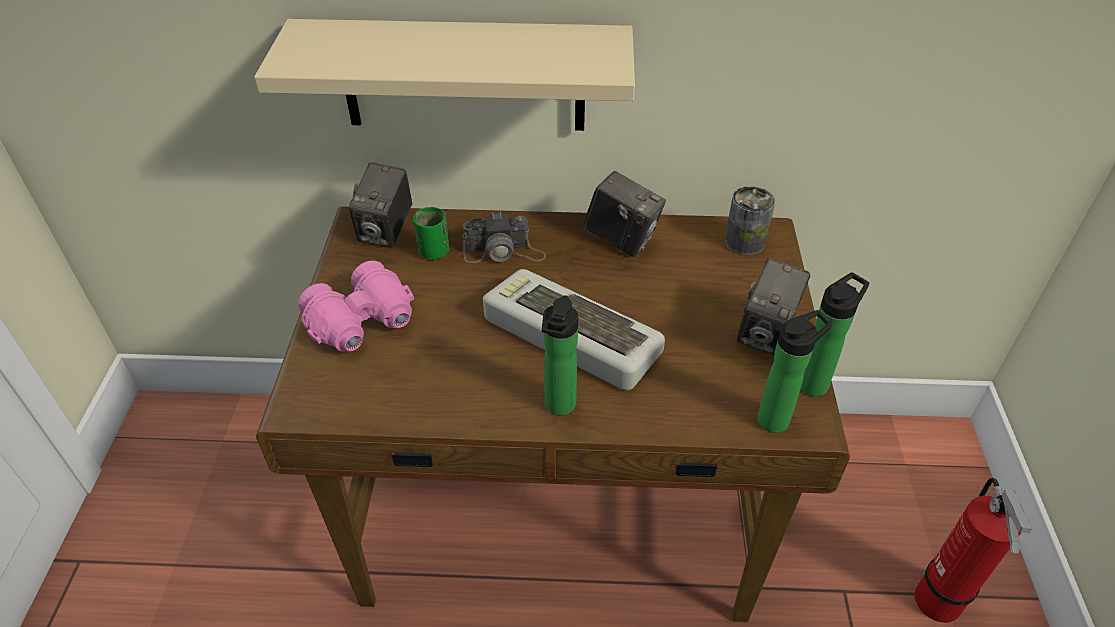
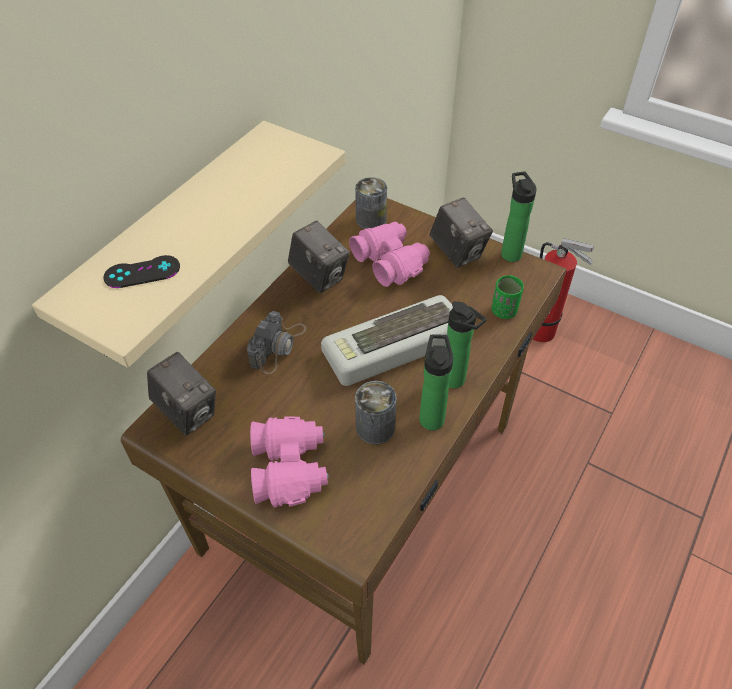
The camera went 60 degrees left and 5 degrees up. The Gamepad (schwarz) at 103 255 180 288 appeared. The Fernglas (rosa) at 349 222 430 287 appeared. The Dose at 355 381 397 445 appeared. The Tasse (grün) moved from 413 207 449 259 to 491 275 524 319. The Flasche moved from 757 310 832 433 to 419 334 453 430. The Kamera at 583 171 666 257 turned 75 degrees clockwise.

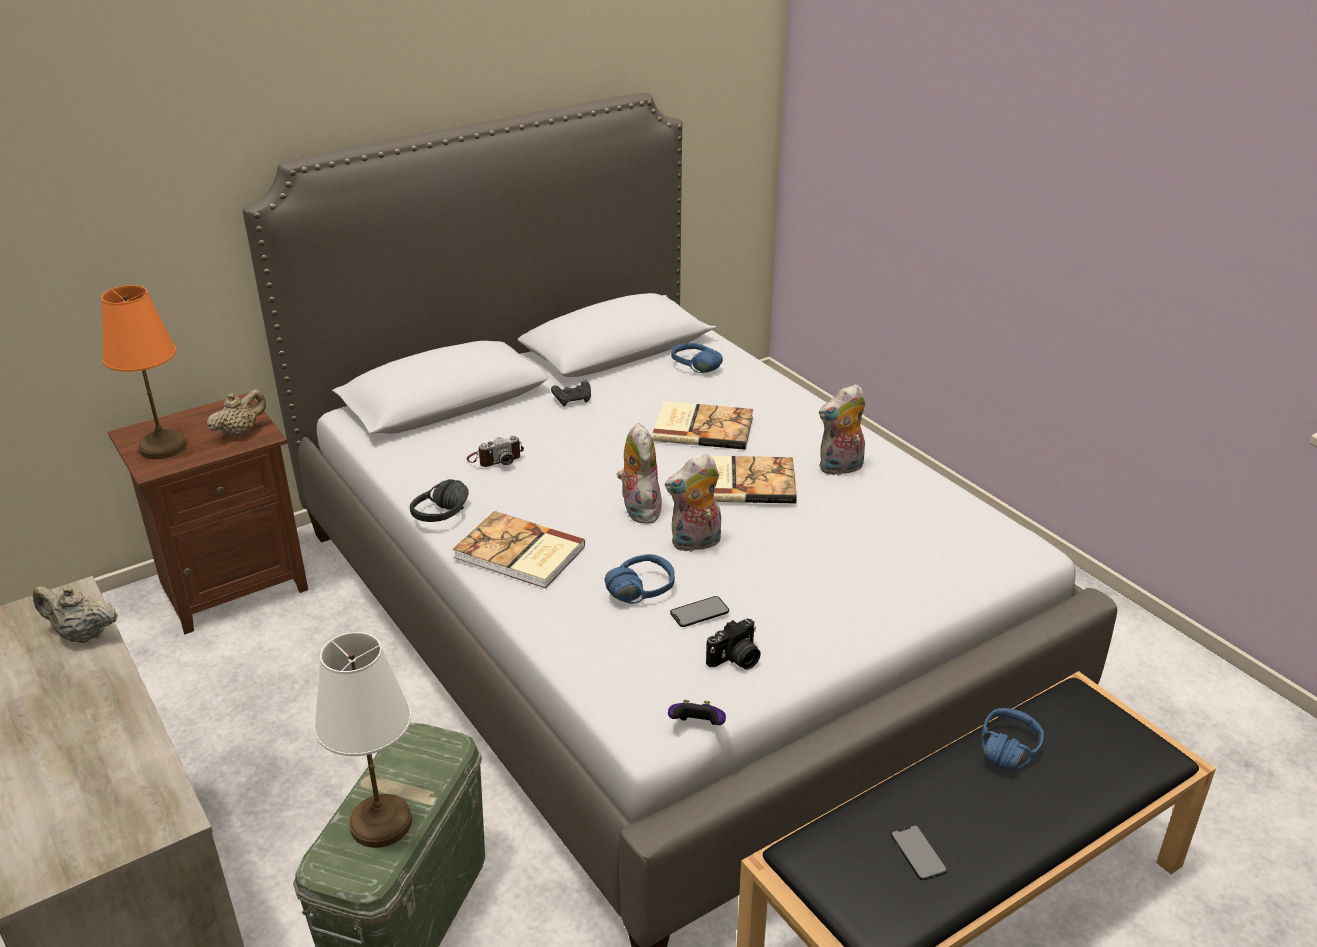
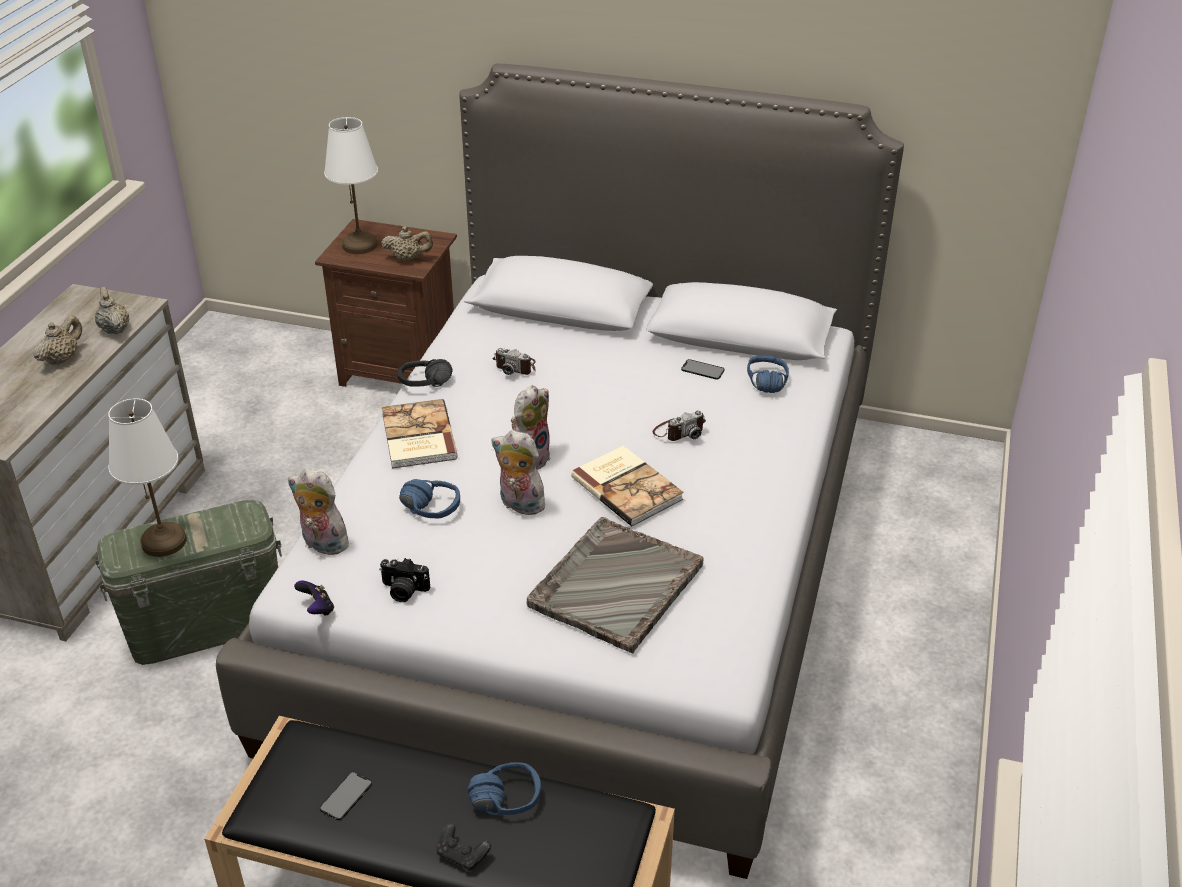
The camera went 50 degrees right and 5 degrees up. The Teekanne (beige) at 33 315 82 365 appeared. The Tablett (grau) at 527 517 704 654 appeared. The Gamepad (schwarz) moved from 551 380 591 406 to 436 823 491 871. The Handy moved from 670 596 729 627 to 681 359 725 380. The Plüschtier moved from 819 384 865 475 to 288 469 351 555. The Buch at 652 401 753 450 was replaced by the Kamera at 653 410 706 441. The Tischlampe (orange) at 101 285 187 459 became the Tischlampe (weiß) at 324 117 378 254.

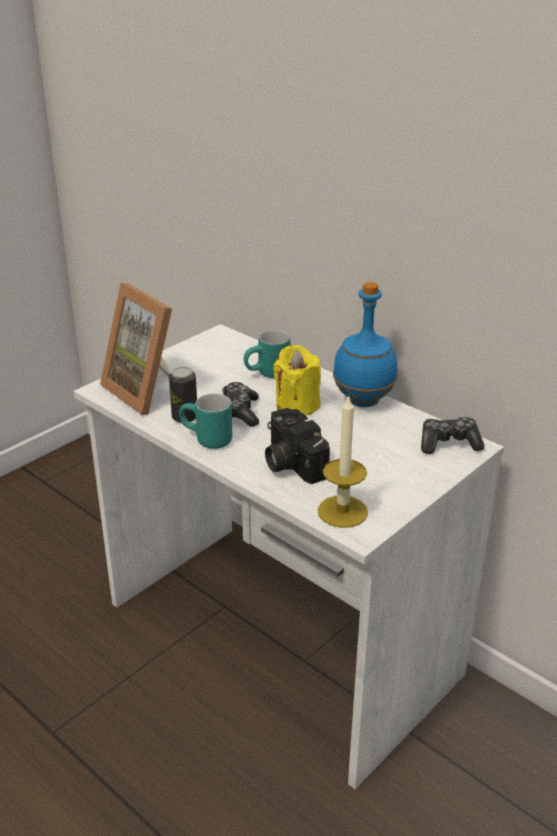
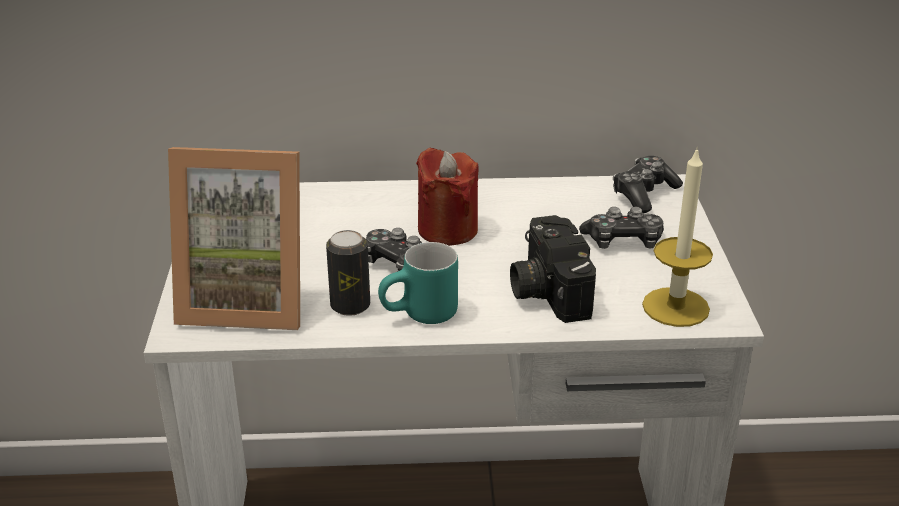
The camera went 45 degrees left and 0 degrees up. The Henkelbecher (türkis) at 244 330 290 378 disappeared. The Flasche (blau) at 333 282 397 407 disappeared. The Gamepad at 579 207 664 249 appeared. The Kerze (gelb) at 273 345 321 416 became the Kerze (rot) at 416 148 479 246. The Kamera at 265 408 330 484 turned 60 degrees clockwise.

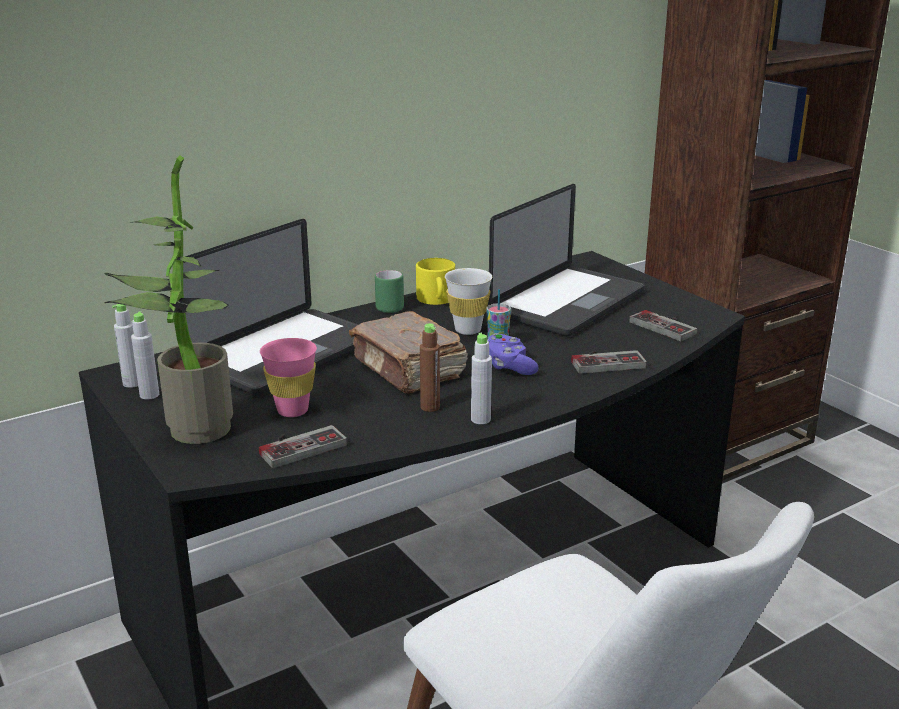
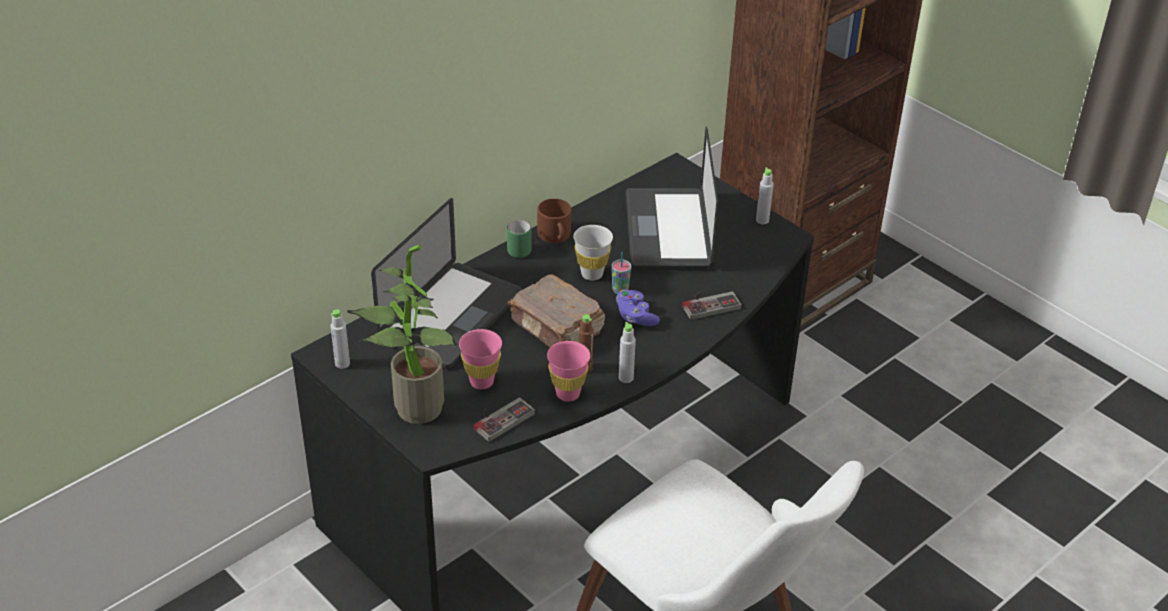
The camera went 10 degrees left and 15 degrees up. The Gamepad at 629 310 697 341 disappeared. The Tasse (rosa) at 547 341 590 402 appeared. The Flasche (grau) moved from 131 311 159 400 to 756 167 774 224. The Henkelbecher (gelb) at 416 258 455 305 became the Henkelbecher (braun) at 537 199 571 243. The Laptop at 488 184 645 337 turned 150 degrees clockwise.

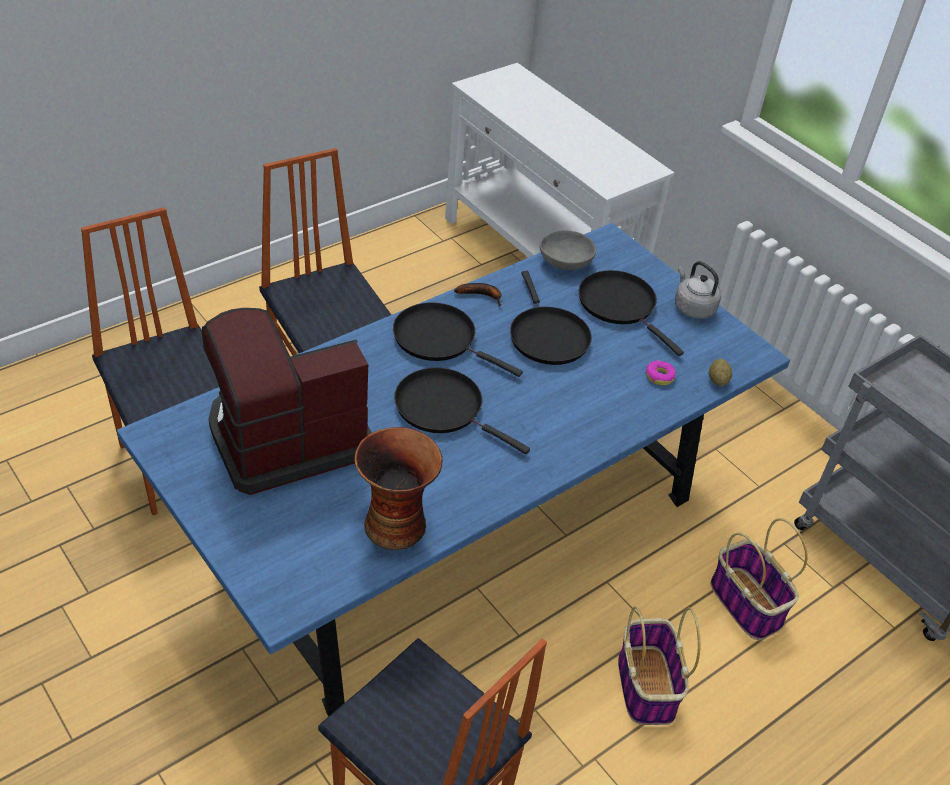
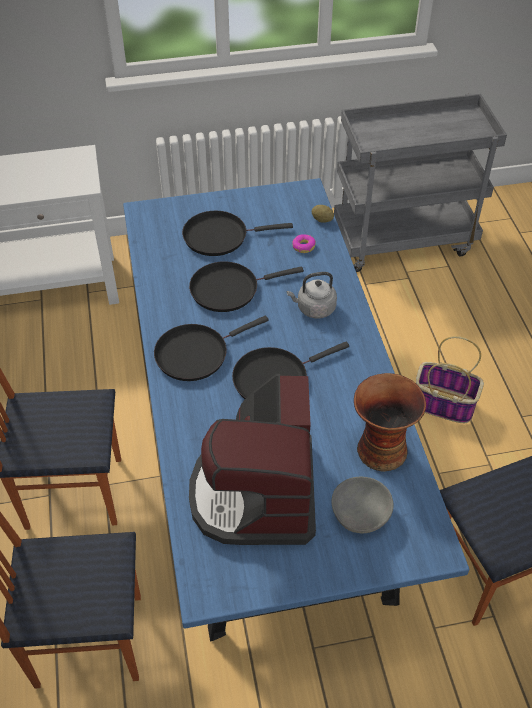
The camera went 60 degrees left and 5 degrees up. The Banane at 454 283 501 307 disappeared. The Korb at 711 518 808 640 disappeared. The Schüssel (grau) moved from 540 230 596 270 to 331 477 394 533. The Wasserkessel (grau) moved from 675 261 721 319 to 287 272 337 318. The Pfanne (schwarz) at 510 271 592 365 turned 150 degrees clockwise.

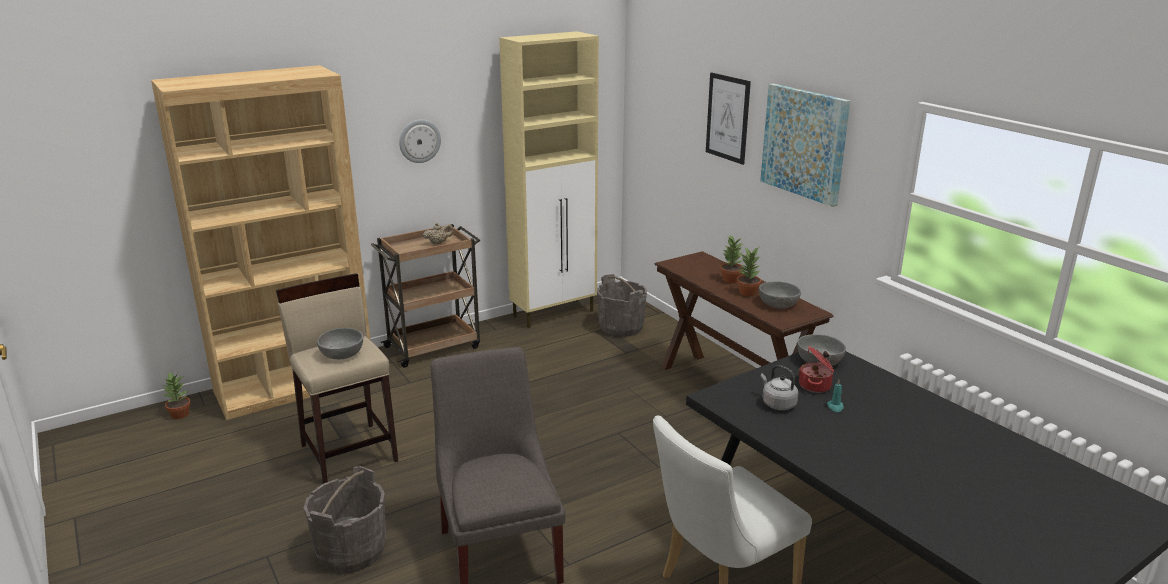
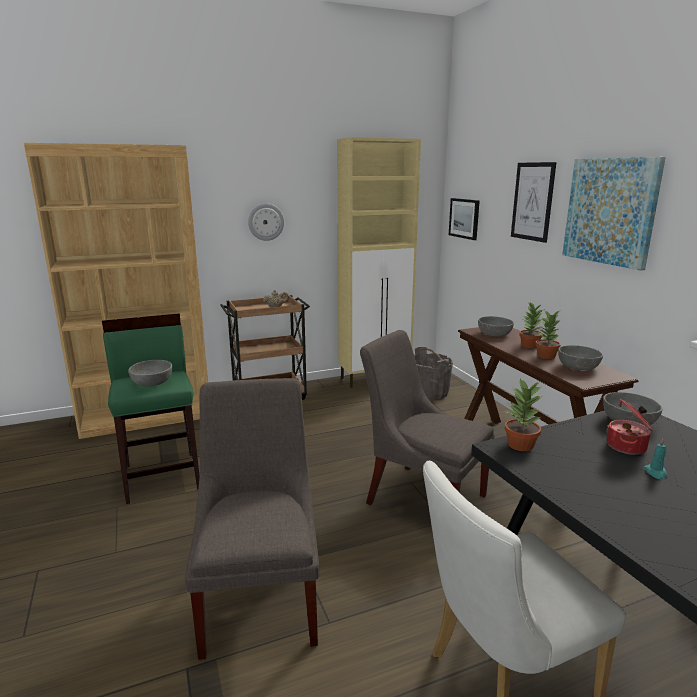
The camera went 10 degrees right and 5 degrees down. The Eimer (grau) at 304 466 386 573 disappeared. The Wasserkessel (grau) at 761 365 798 410 disappeared. The Stuhl (grau) at 360 330 494 505 appeared. The Bild at 449 198 480 240 appeared. The Schüssel (grau) at 478 316 514 337 appeared. The Topfpflanze moved from 164 372 191 419 to 505 379 542 451. The Hocker (beige) at 276 273 398 484 became the Hocker (grün) at 102 313 200 504.

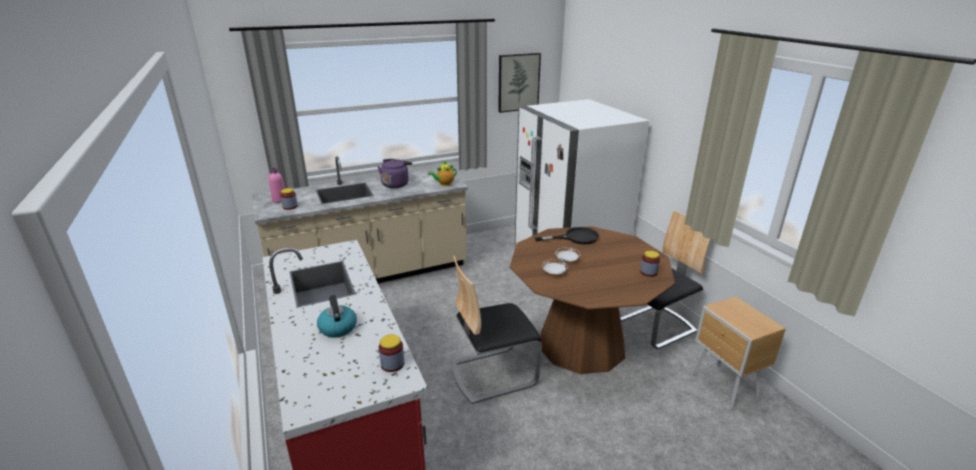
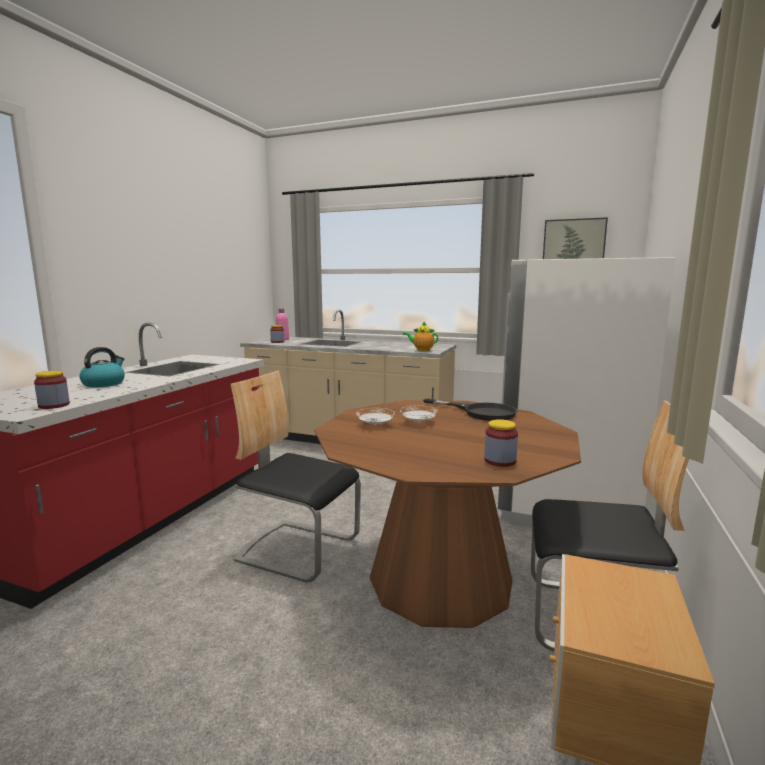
The camera went 45 degrees right and 15 degrees down. The Wasserkessel (lila) at 377 159 412 188 disappeared.

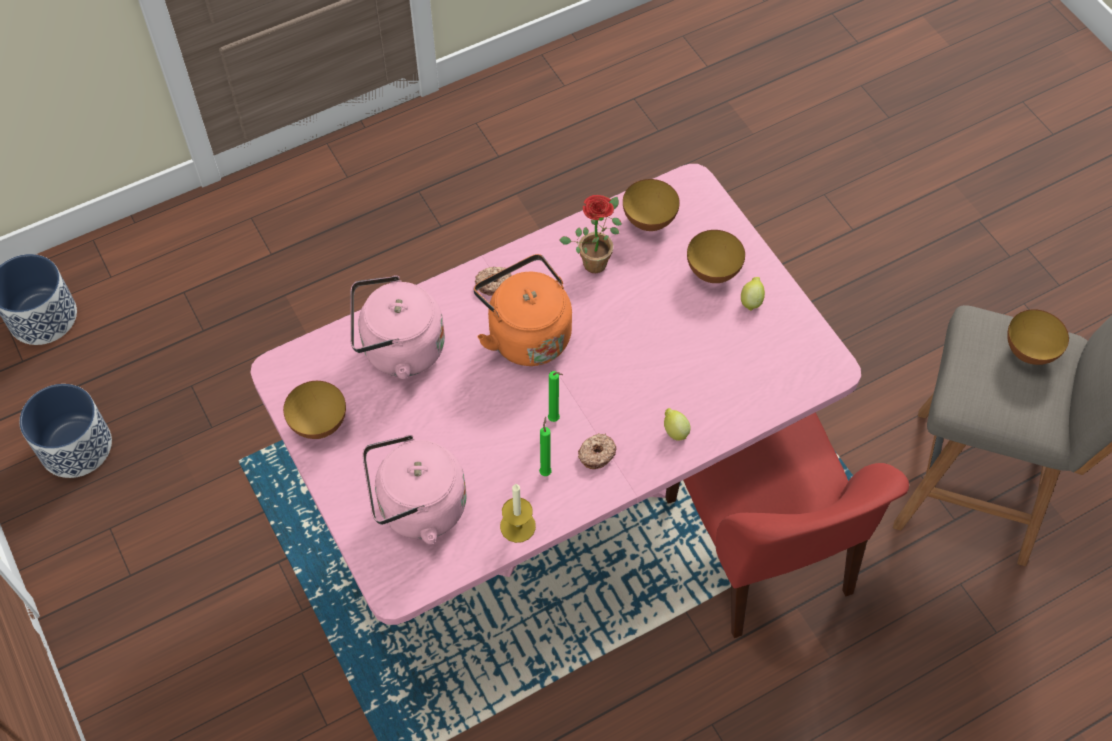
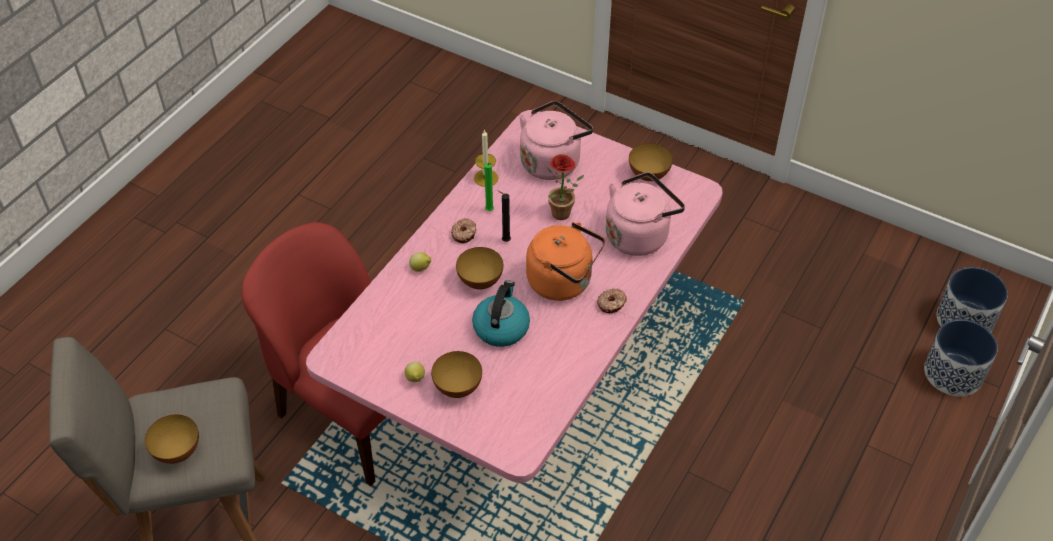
The camera went 150 degrees right and 10 degrees down. The Wasserkessel at 472 280 530 347 appeared. The Pflanzkübel moved from 19 384 112 478 to 924 319 998 396. The Topfpflanze moved from 559 195 622 273 to 547 154 584 220. The Schüssel moved from 623 179 680 231 to 456 247 503 289. The Kerze (grün) at 548 371 563 422 became the Kerze (schwarz) at 498 191 511 242.

